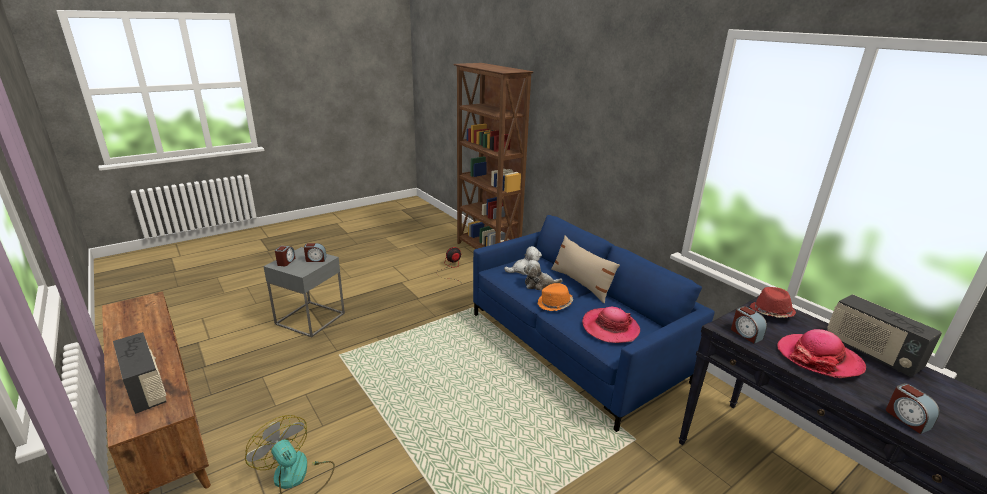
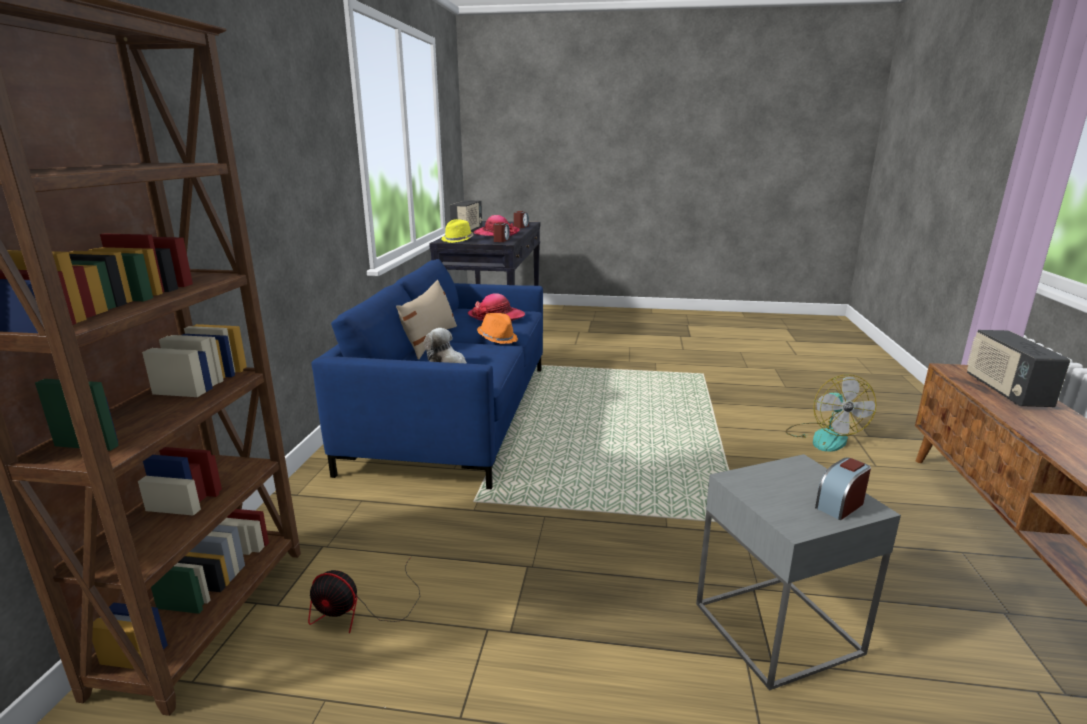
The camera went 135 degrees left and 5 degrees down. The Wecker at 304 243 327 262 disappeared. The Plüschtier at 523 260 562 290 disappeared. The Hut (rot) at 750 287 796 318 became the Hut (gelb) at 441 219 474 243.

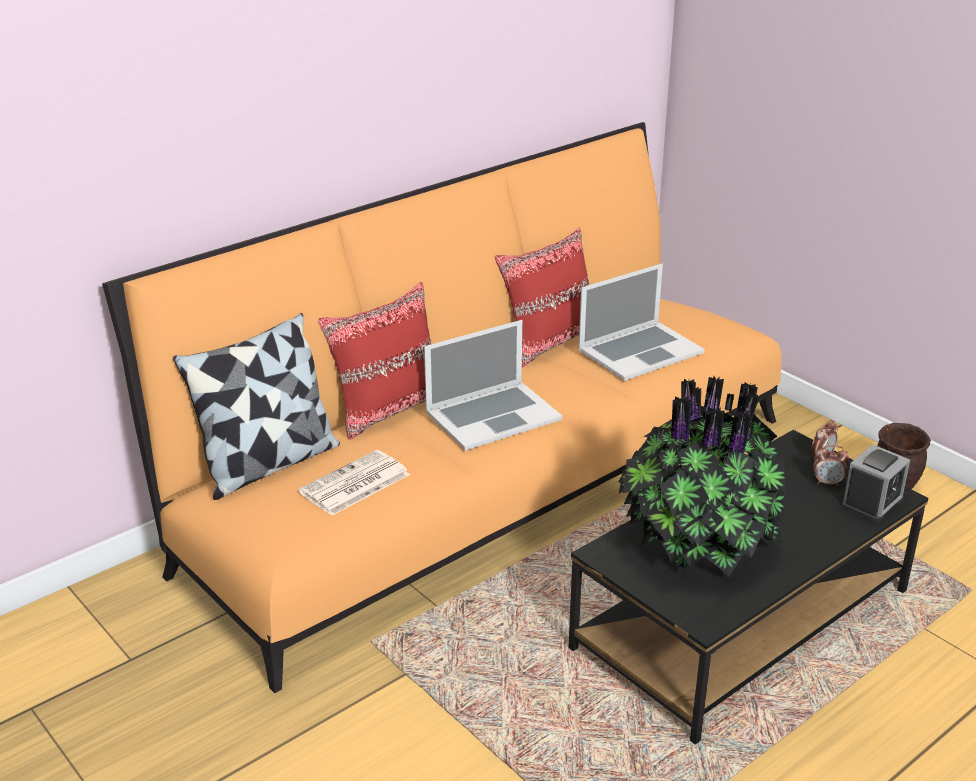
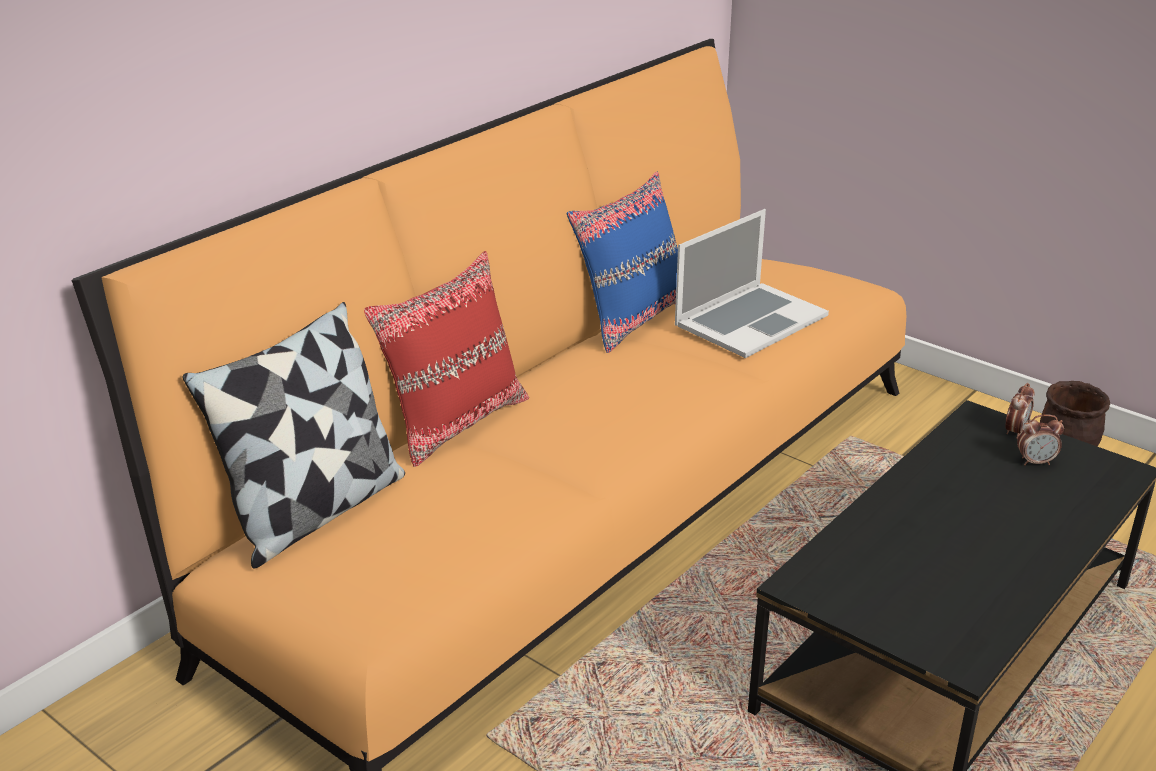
The camera went 10 degrees left and 0 degrees up. The Zeitung at 298 450 410 516 disappeared. The Laptop at 424 320 563 451 disappeared. The Topfpflanze at 618 375 788 577 disappeared. The Wecker at 842 445 910 523 disappeared. The Kissen (rot) at 495 228 589 368 became the Kissen (blau) at 567 172 678 353.

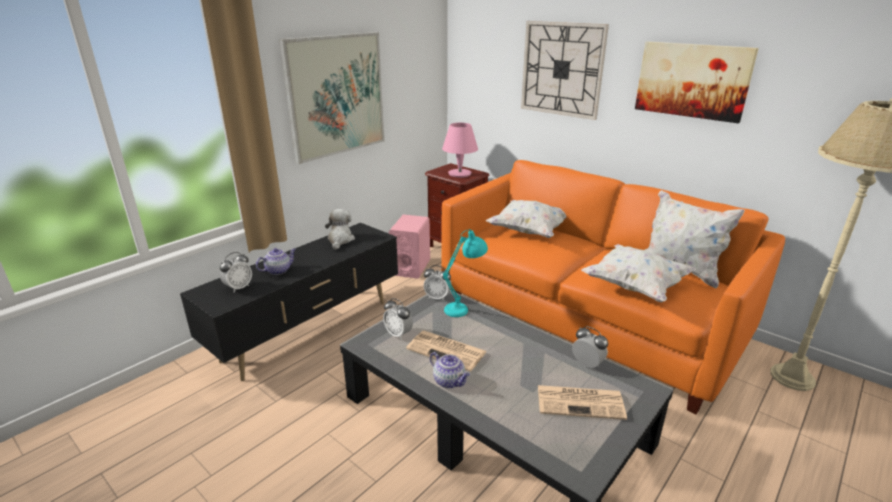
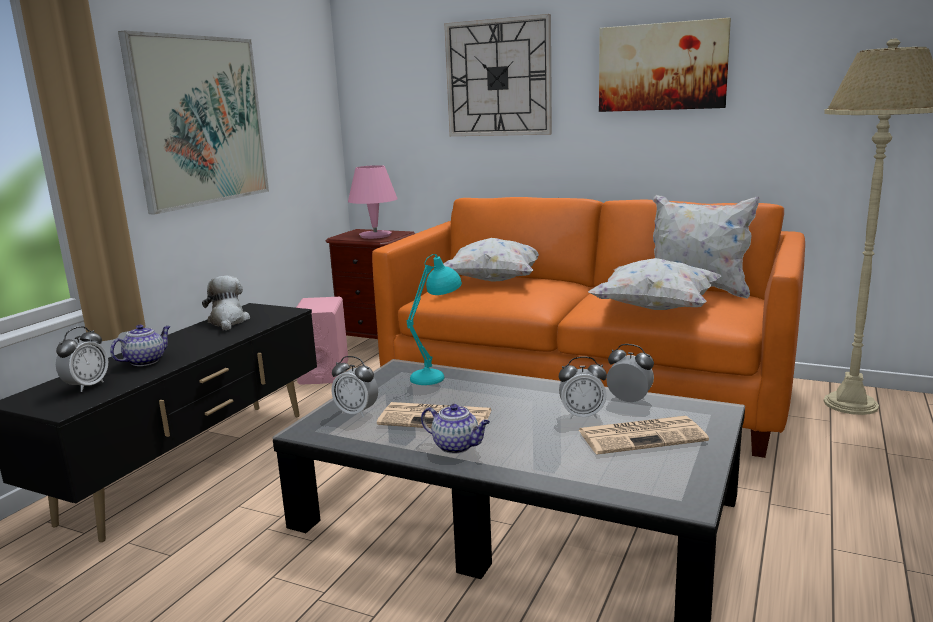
The camera went 15 degrees left and 10 degrees down. The Wecker moved from 424 265 452 301 to 559 356 607 420.

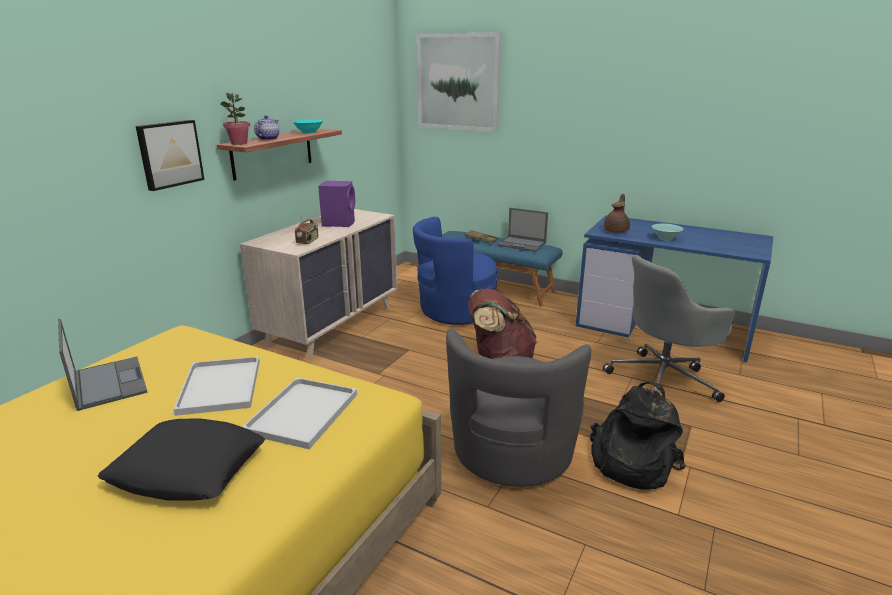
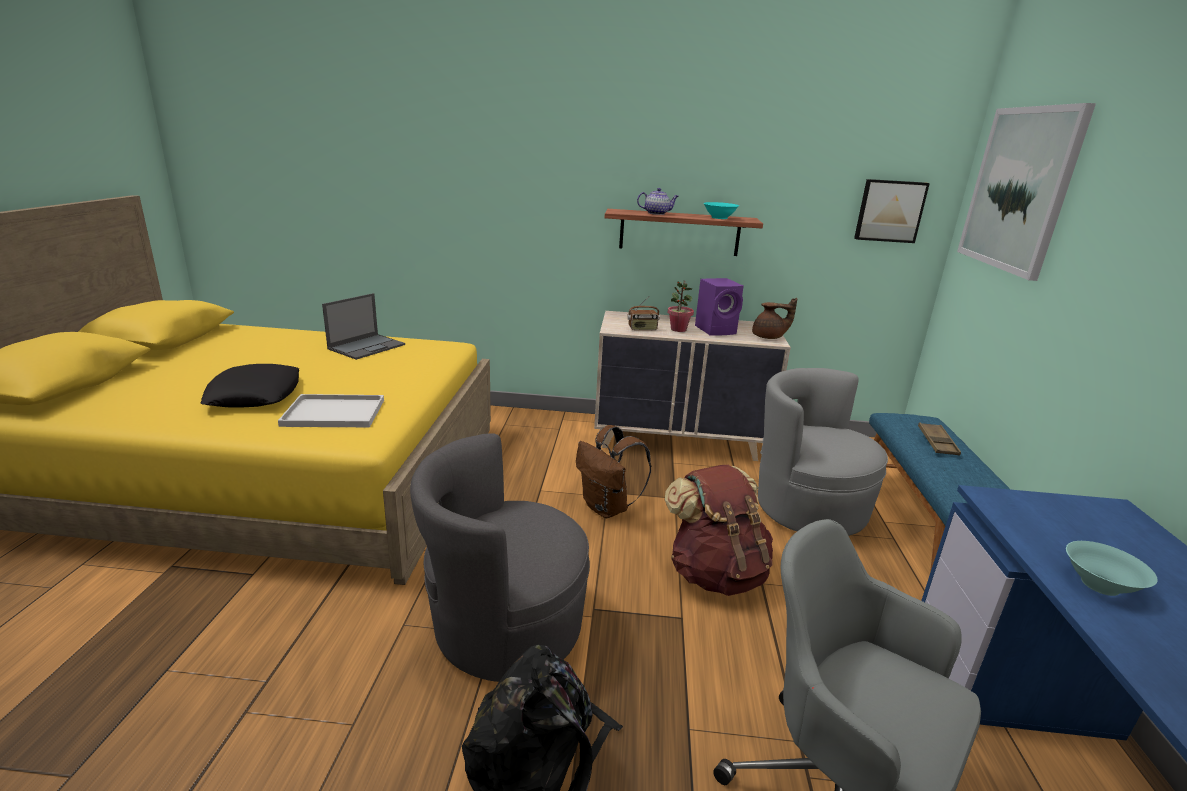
The camera went 65 degrees right and 0 degrees up. The Tablett (weiß) at 173 356 260 416 disappeared. The Laptop at 497 208 548 252 disappeared. The Rucksack (braun) at 576 425 652 518 appeared. The Bild moved from 136 120 205 191 to 854 179 930 243. The Topfpflanze moved from 220 93 250 145 to 668 281 694 332. The Teekanne (braun) moved from 604 194 630 233 to 752 298 797 339. The Sessel (blau) at 413 217 498 325 became the Sessel (grau) at 758 368 888 536.

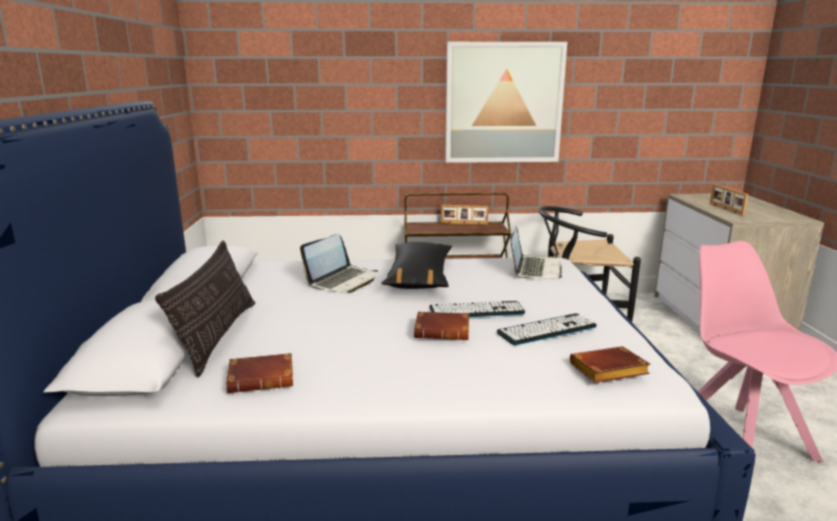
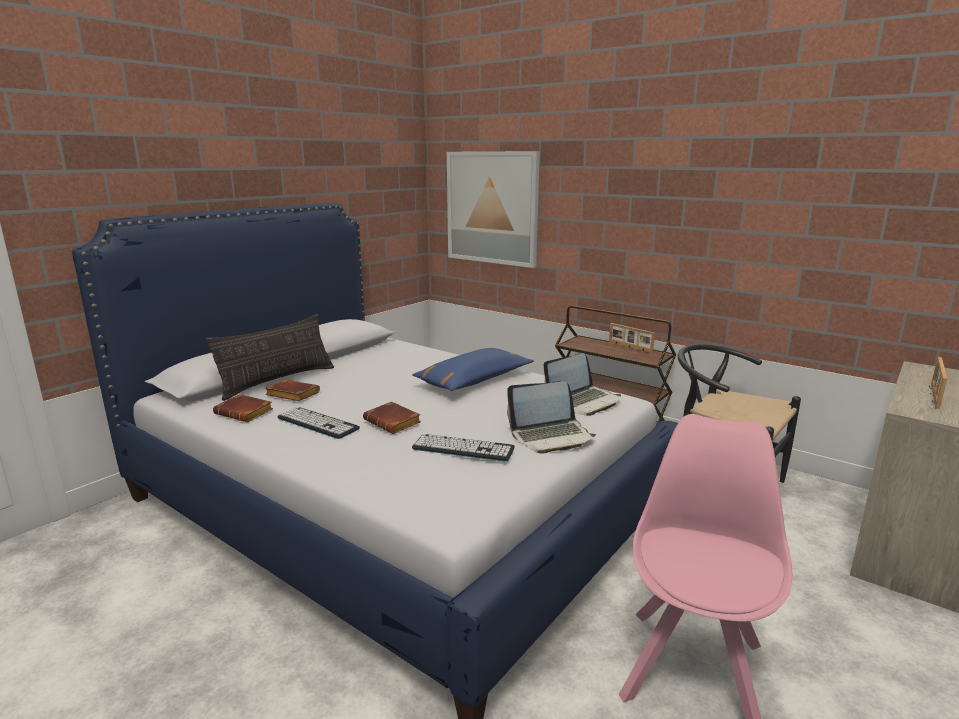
The camera went 40 degrees right and 0 degrees up. The Laptop moved from 300 234 378 293 to 507 381 596 454. The Tastatur moved from 429 301 525 317 to 277 407 360 439. The Bild moved from 445 42 567 163 to 447 151 540 268. The Buch (braun) moved from 570 346 651 383 to 265 380 320 401. The Kissen (schwarz) at 381 242 452 289 became the Kissen (blau) at 412 348 534 391.

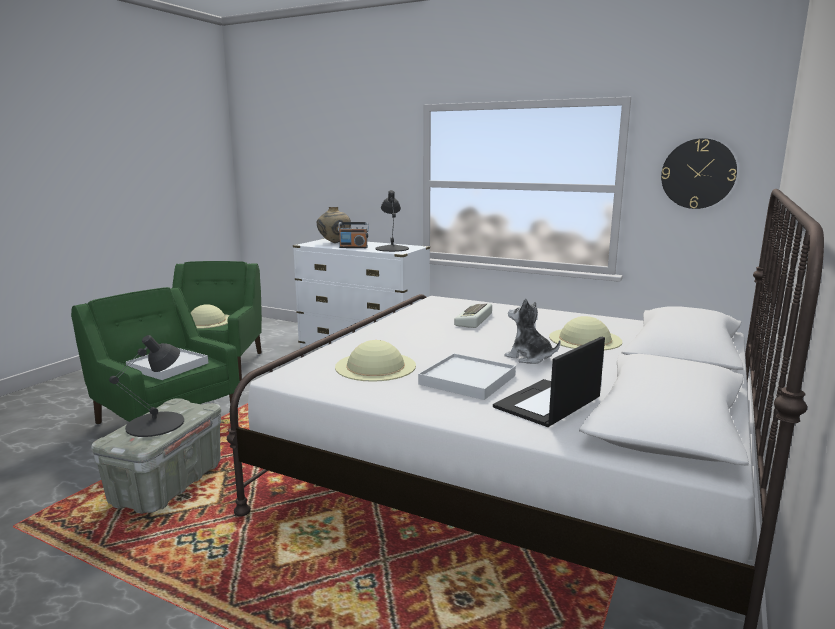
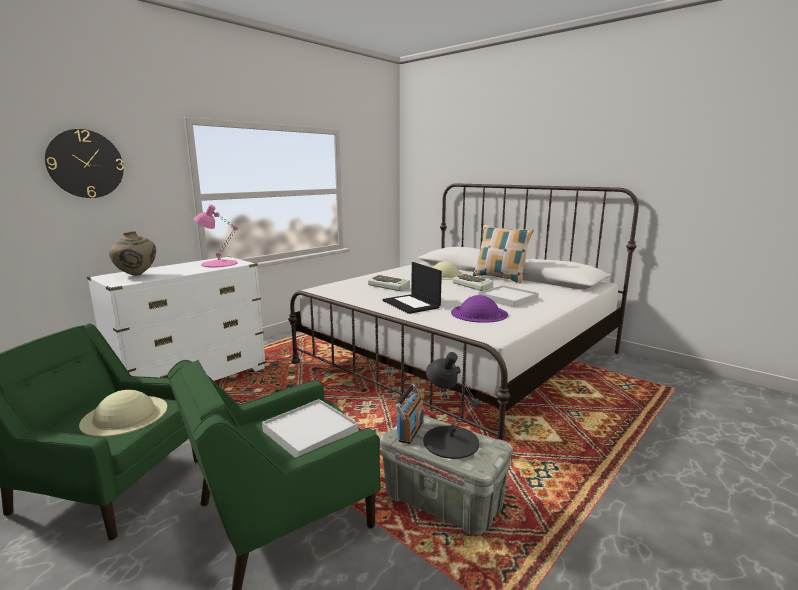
The camera went 75 degrees left and 0 degrees up. The Kissen at 473 225 534 284 appeared. The Radio moved from 338 222 369 248 to 395 384 424 444. The Laptop moved from 493 336 605 427 to 382 262 442 314. The Wanduhr moved from 661 138 737 209 to 45 129 124 198. The Plüschtier at 504 298 560 364 was replaced by the Tastatur at 452 274 493 291. The Hut (beige) at 335 340 416 382 became the Hut (lila) at 451 295 508 323. The Tischlampe (schwarz) at 375 190 409 252 became the Tischlampe (rosa) at 194 205 238 267.

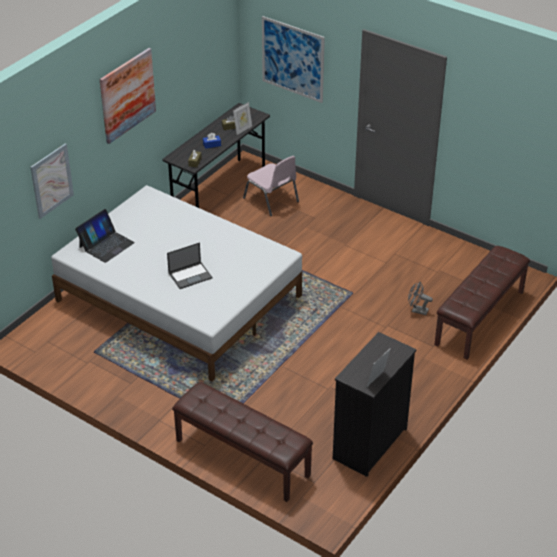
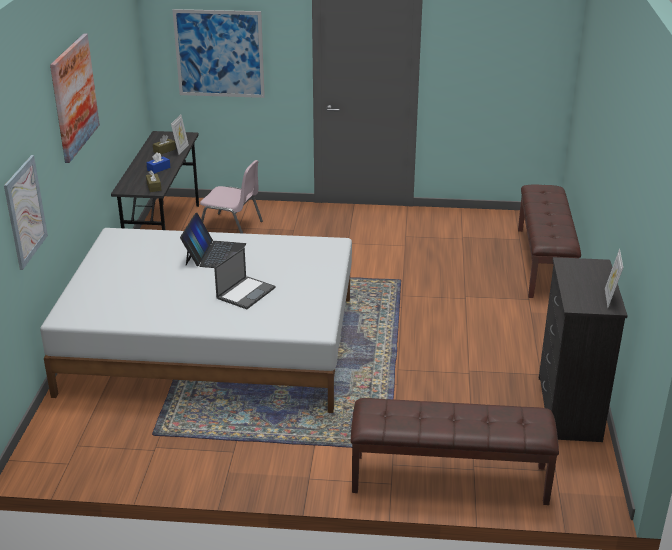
The camera went 30 degrees left and 10 degrees down. The Ventilator (grau) at 408 281 433 315 disappeared. The Laptop moved from 75 209 135 263 to 180 213 246 268.

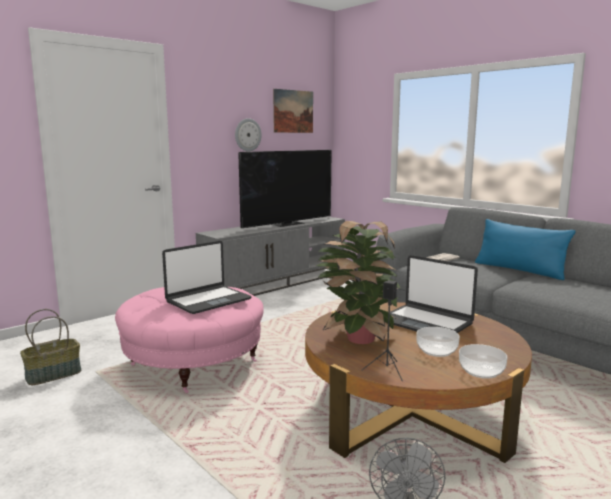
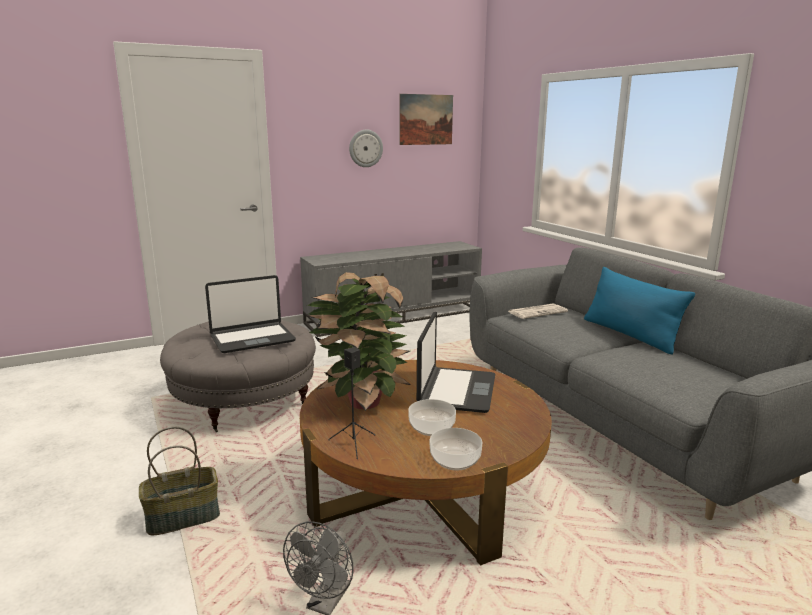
The camera went 15 degrees right and 5 degrees up. The Fernseher at 238 150 332 228 disappeared. The Korb moved from 20 309 81 385 to 139 427 220 535. The Polsterhocker (rosa) at 115 287 263 393 became the Polsterhocker (grau) at 160 320 316 432. The Laptop at 390 255 478 333 turned 135 degrees counterclockwise.

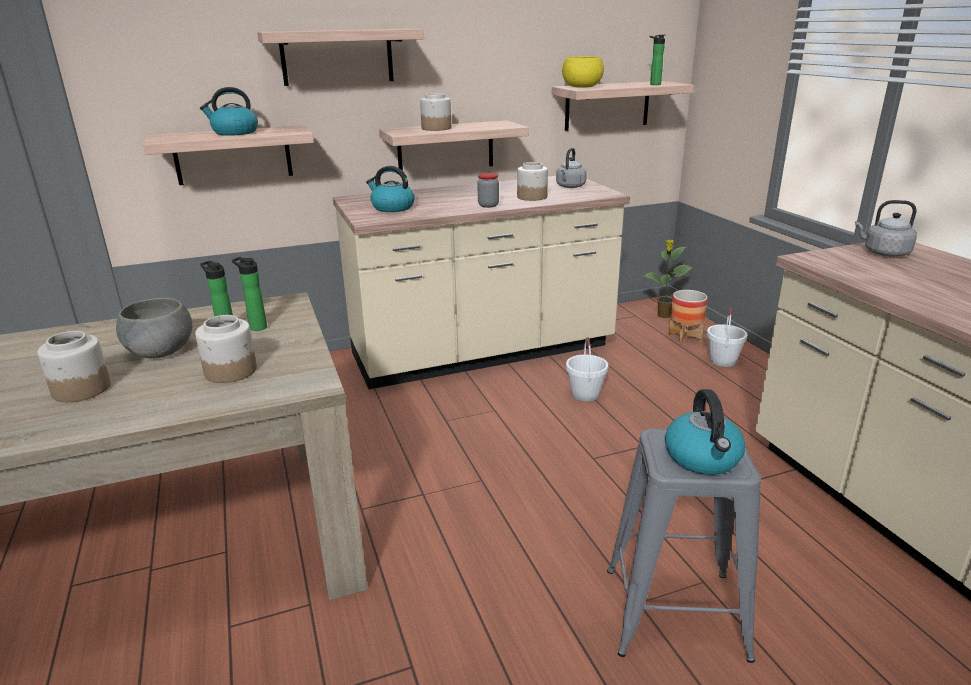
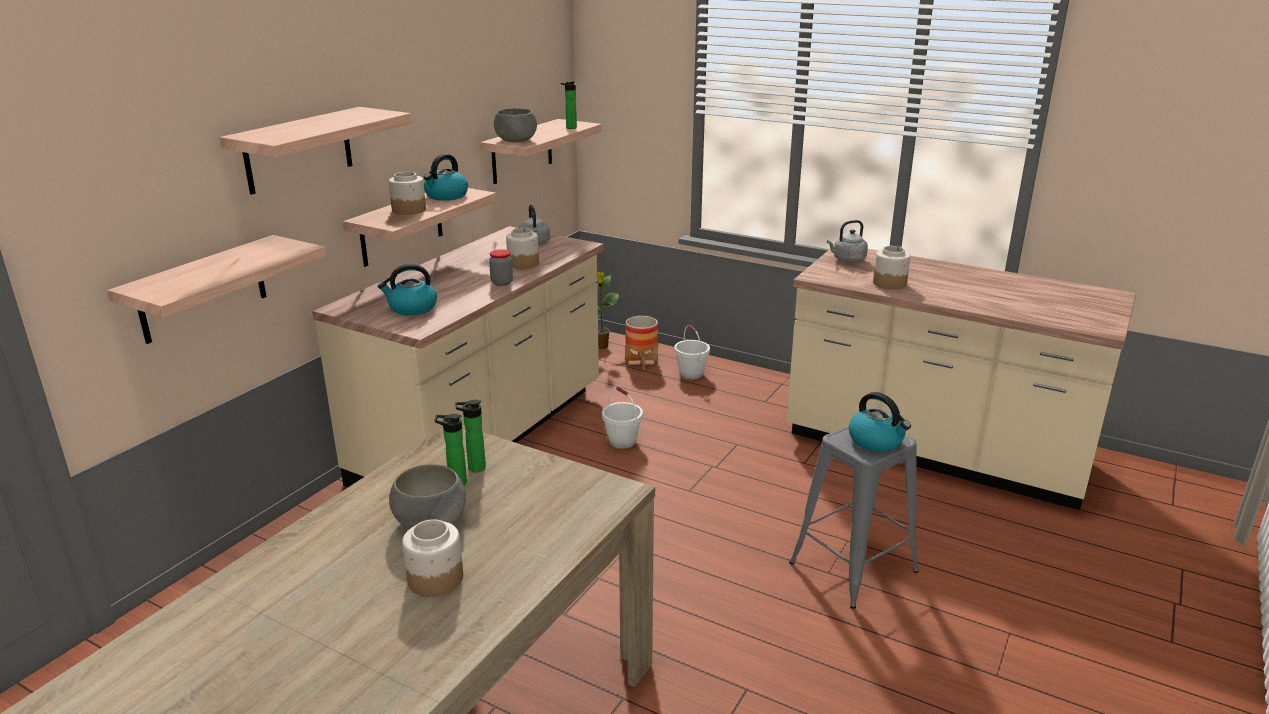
The camera went 40 degrees left and 0 degrees up. The Vorratsglas moved from 195 315 257 383 to 873 246 911 289. The Wasserkessel moved from 200 87 258 136 to 424 154 468 201. The Schüssel (gelb) at 562 56 604 88 became the Schüssel (grau) at 494 108 537 142.

